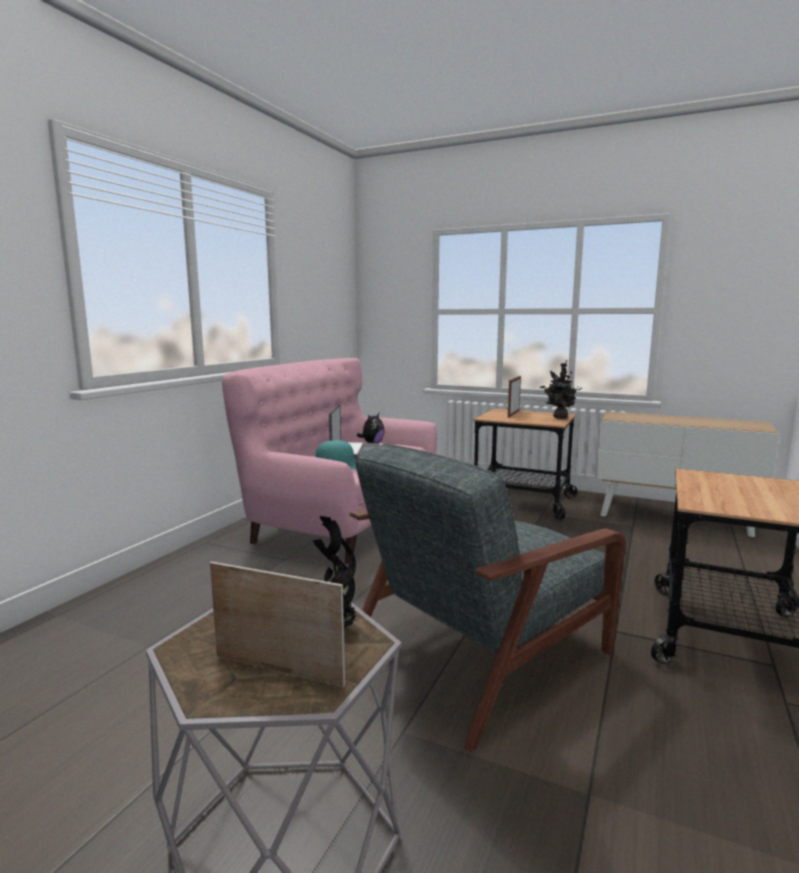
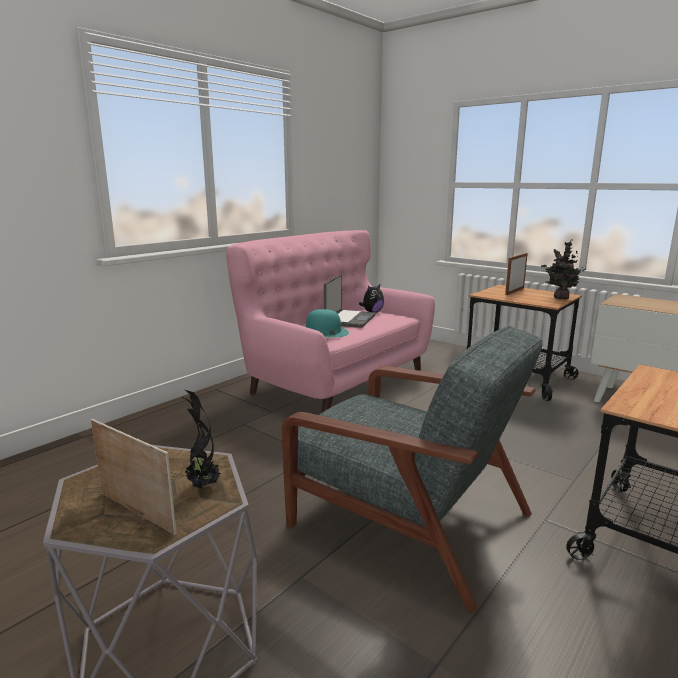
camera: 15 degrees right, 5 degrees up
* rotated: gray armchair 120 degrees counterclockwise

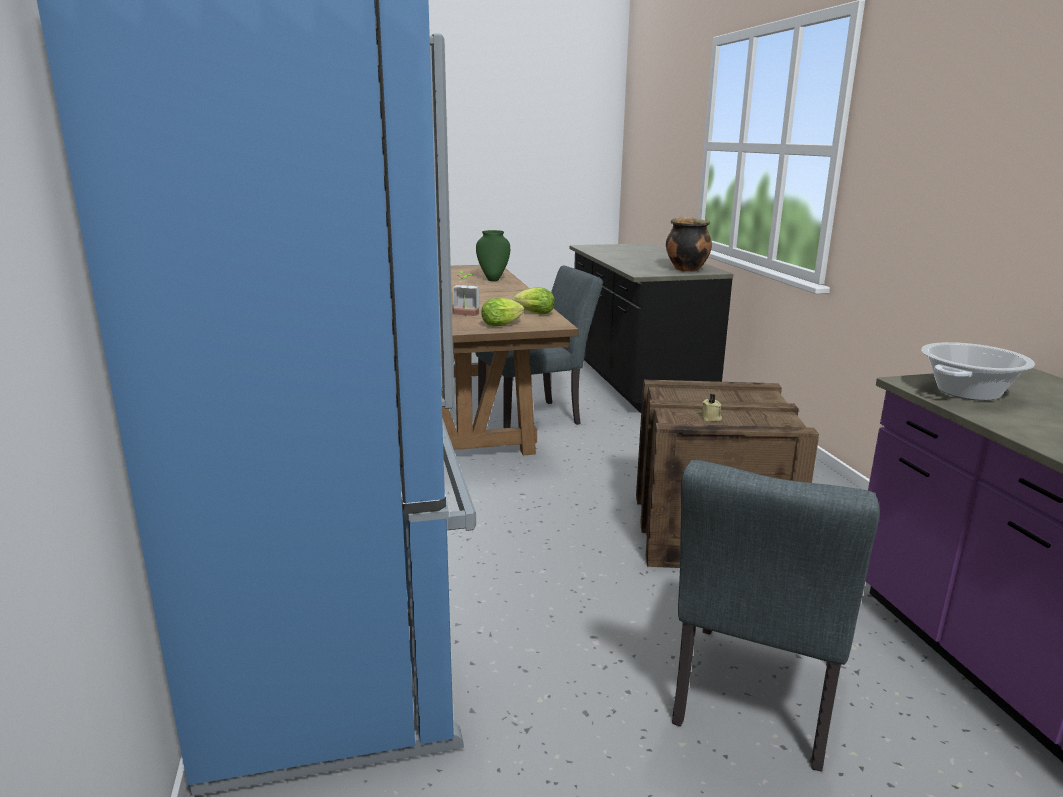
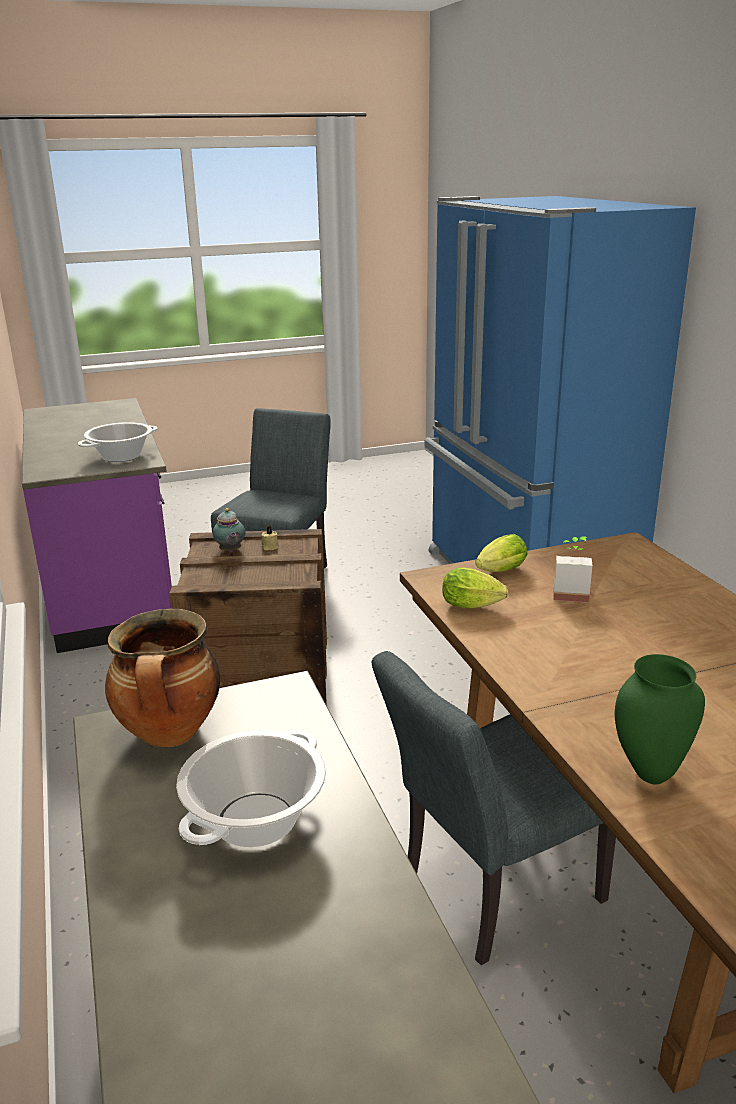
camera: 175 degrees right, 5 degrees up
* new: saucepot (no. 3 from left)
* new: teapot

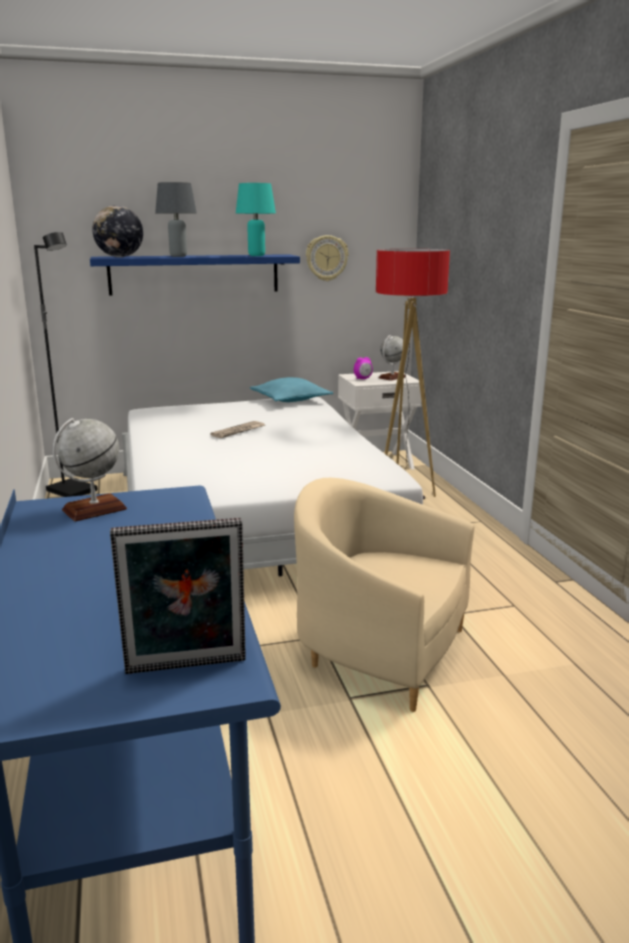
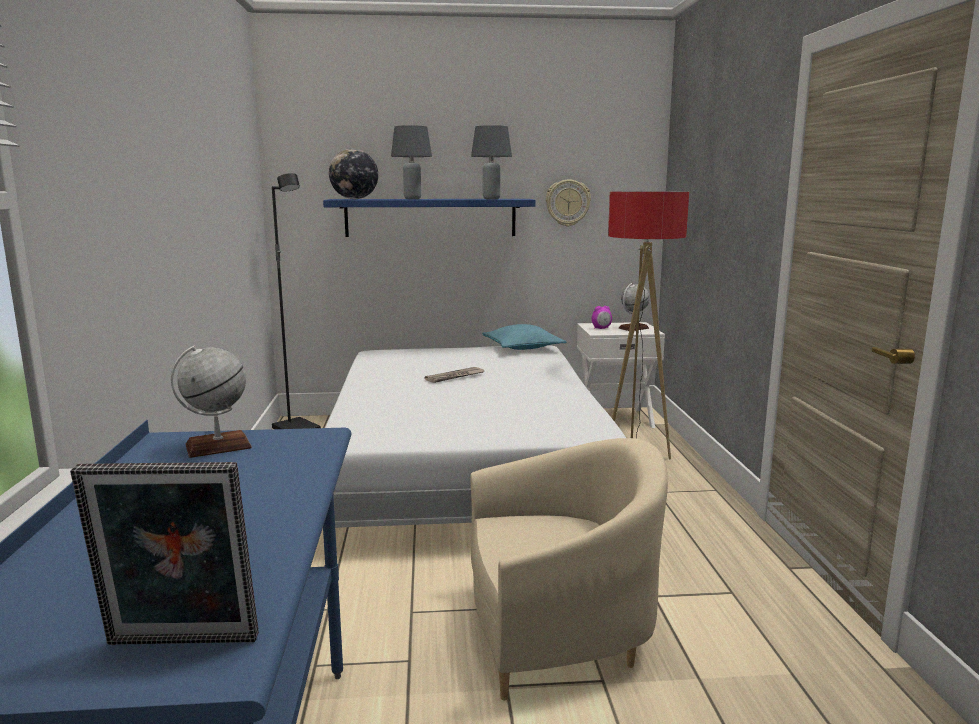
camera: 10 degrees right, 5 degrees down
* repainted: blue-green tabletop lamp to gray tabletop lamp (no. 2 from left)
* rotated: sand-coloured armchair 135 degrees clockwise

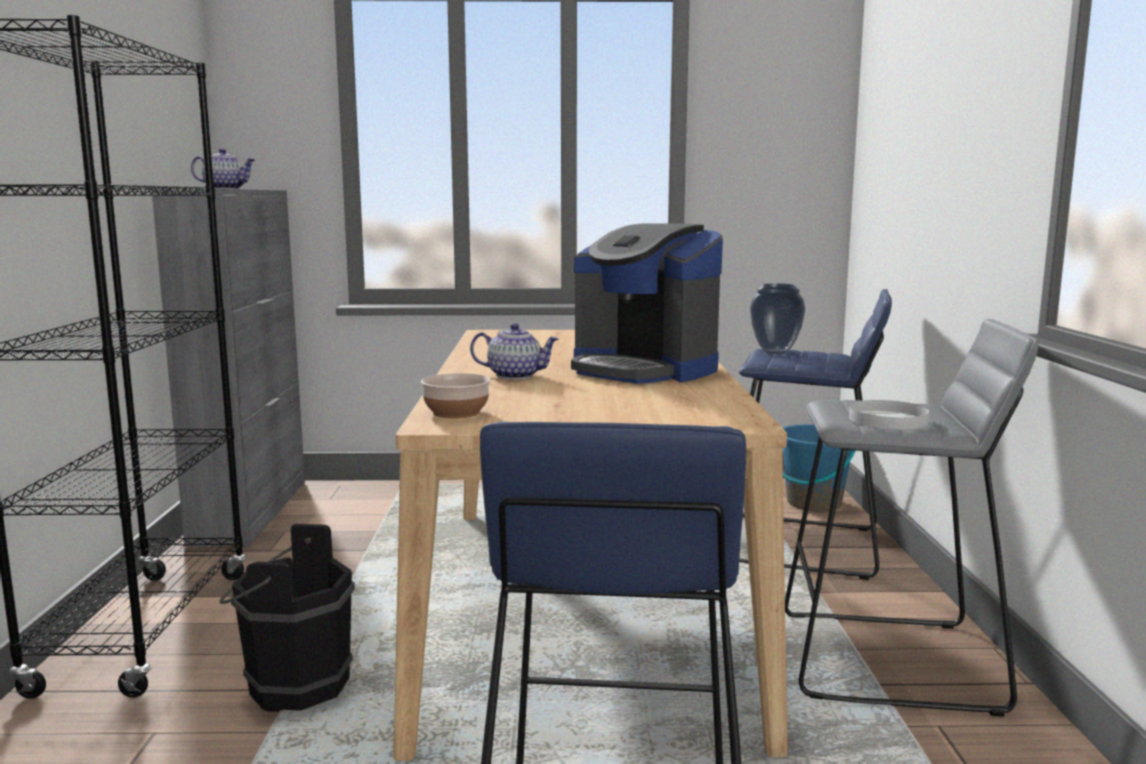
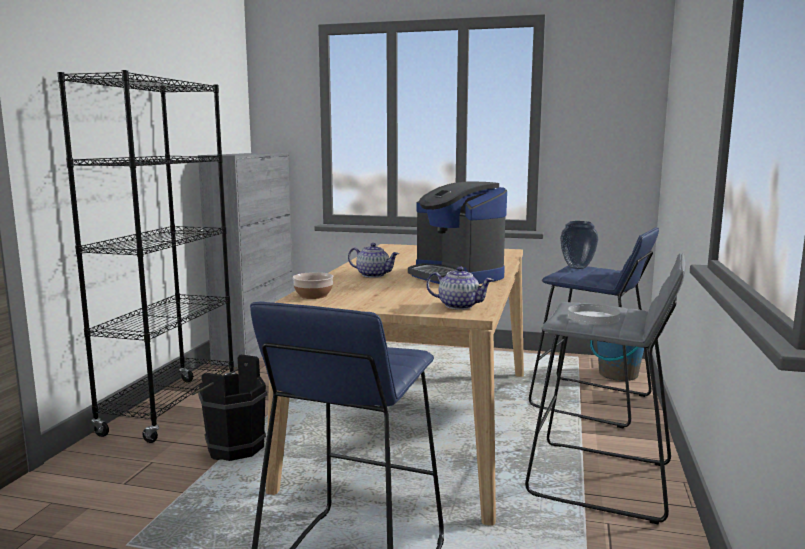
camera: 15 degrees right, 0 degrees up
* shifted: teapot (no. 1 from left in the first image) to teapot (no. 2 from left)

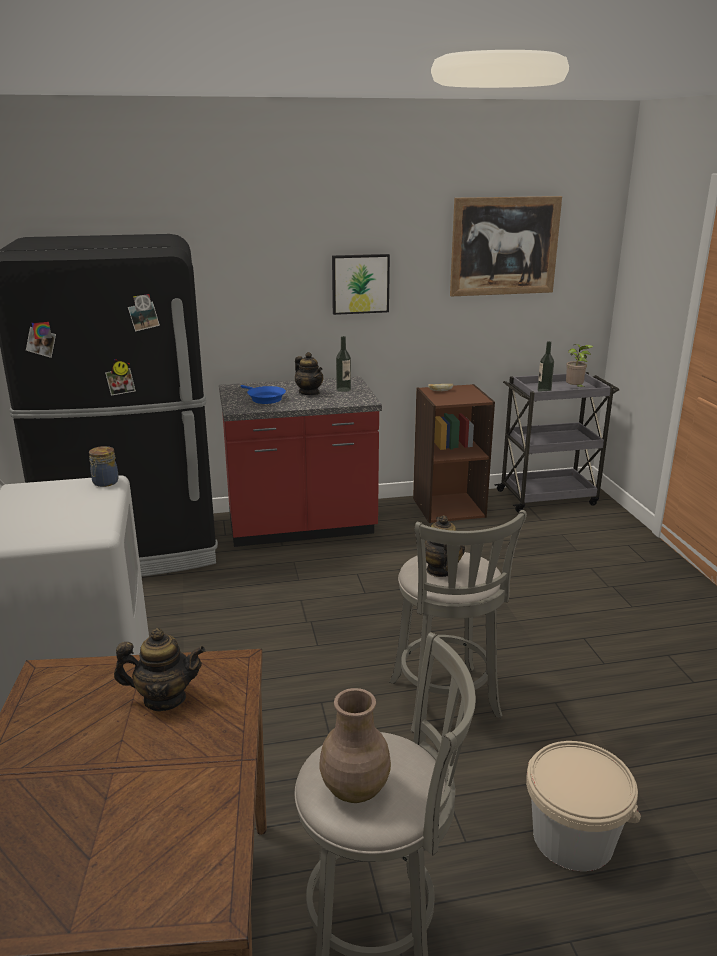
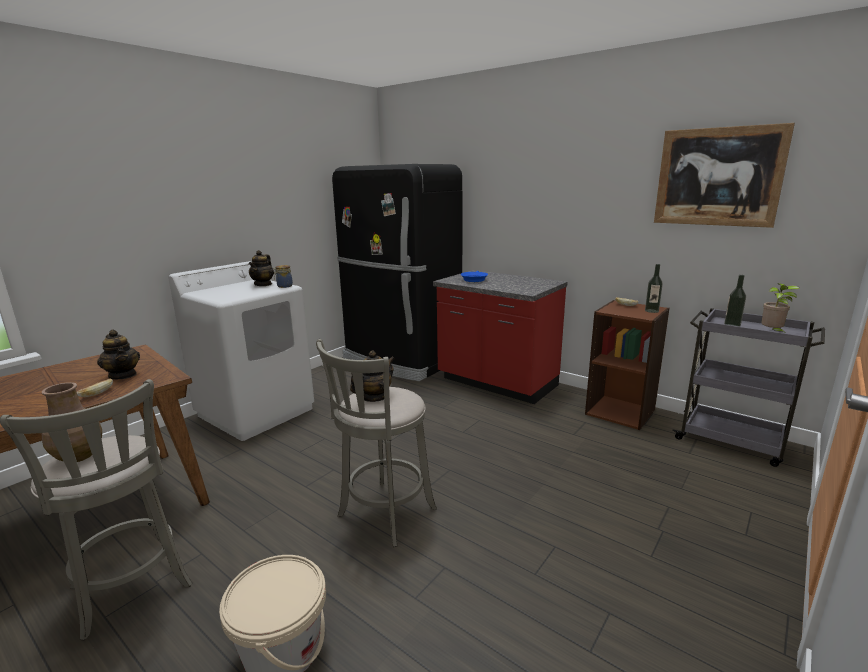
camera: 50 degrees right, 5 degrees down
* shifted: teapot (no. 2 from left)
* gone: picture (no. 1 from left)
* shifted: bottle (no. 1 from left)
* new: baked bread (no. 1 from left)

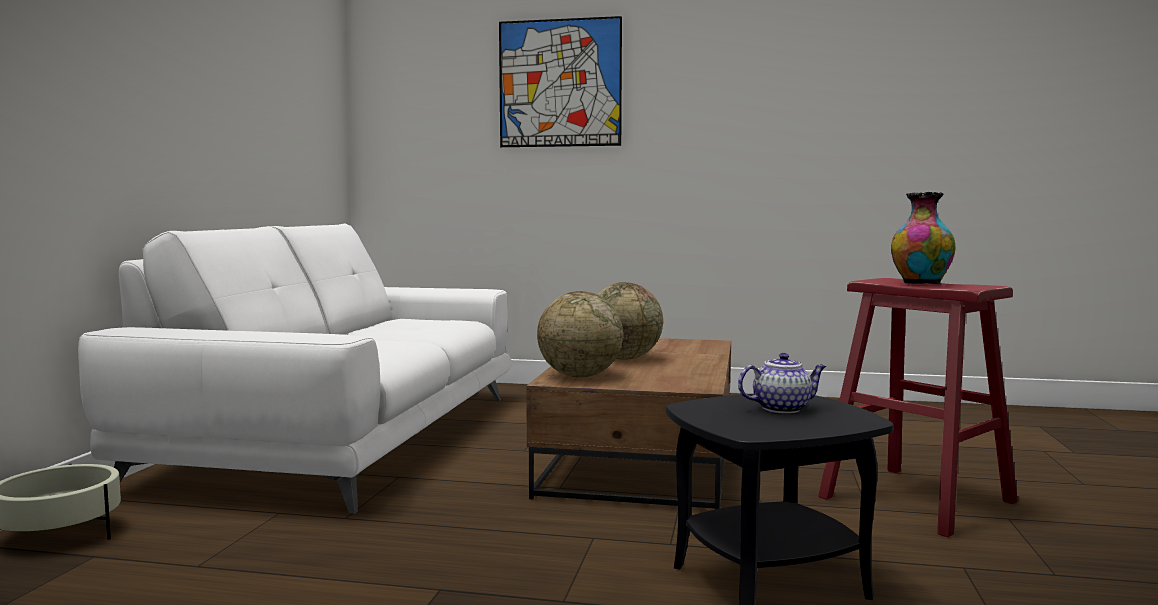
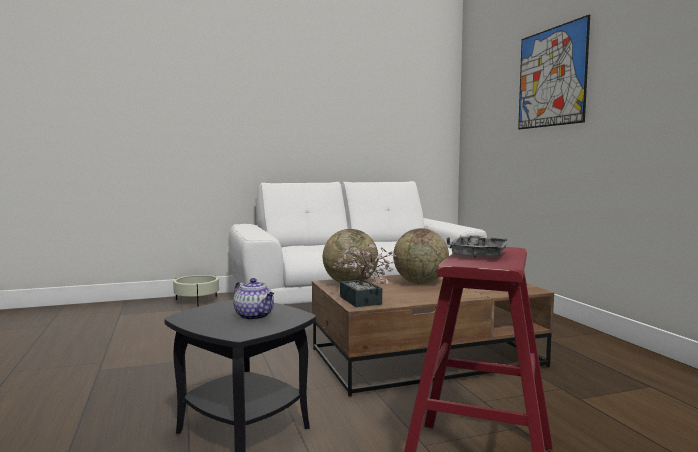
camera: 60 degrees right, 0 degrees up
* swapped: decorative vase to gray tray
* new: houseplant

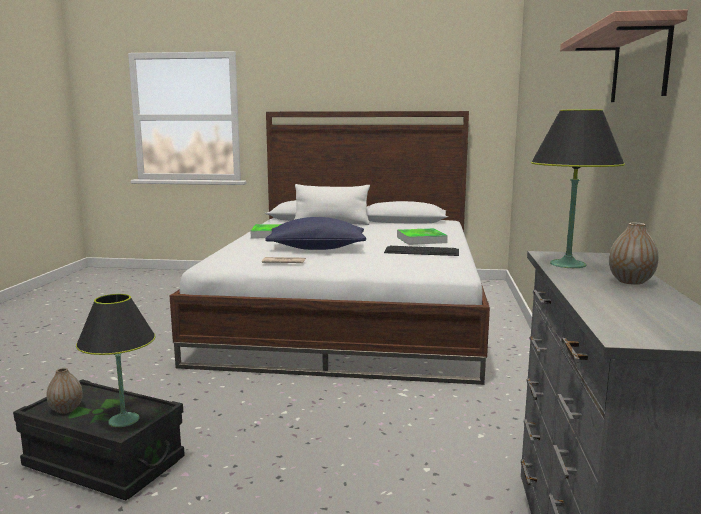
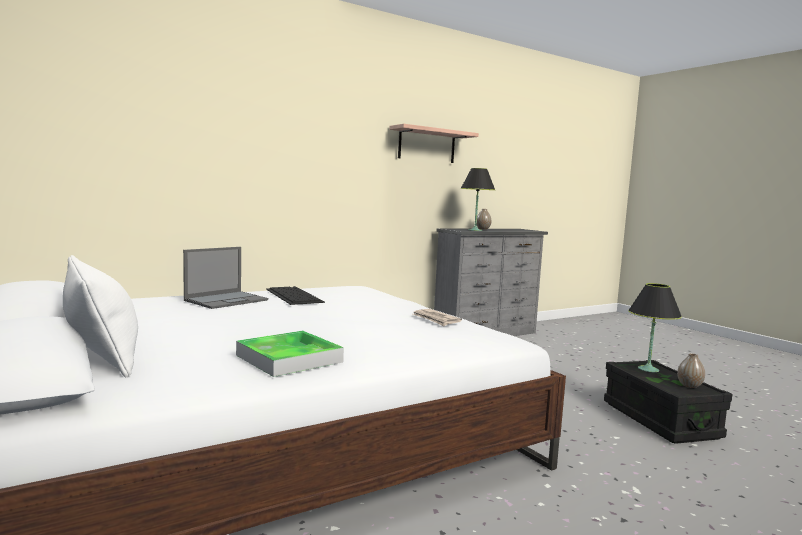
camera: 130 degrees left, 5 degrees down
* gone: blue throw pillow
* swapped: tray (no. 2 from left) to notebook computer

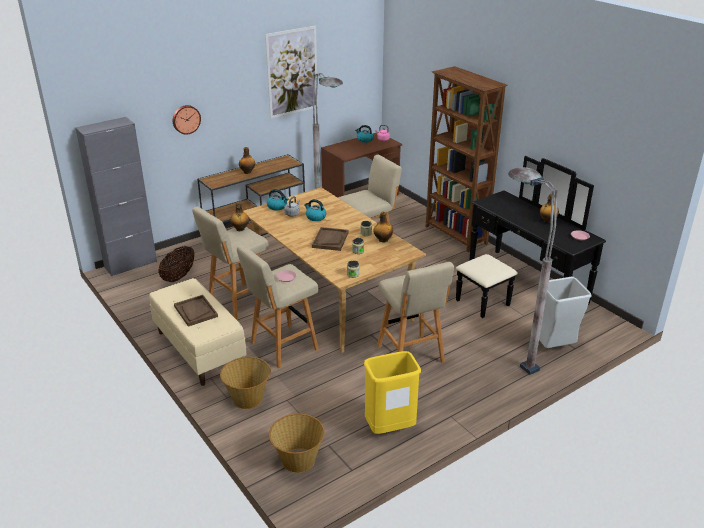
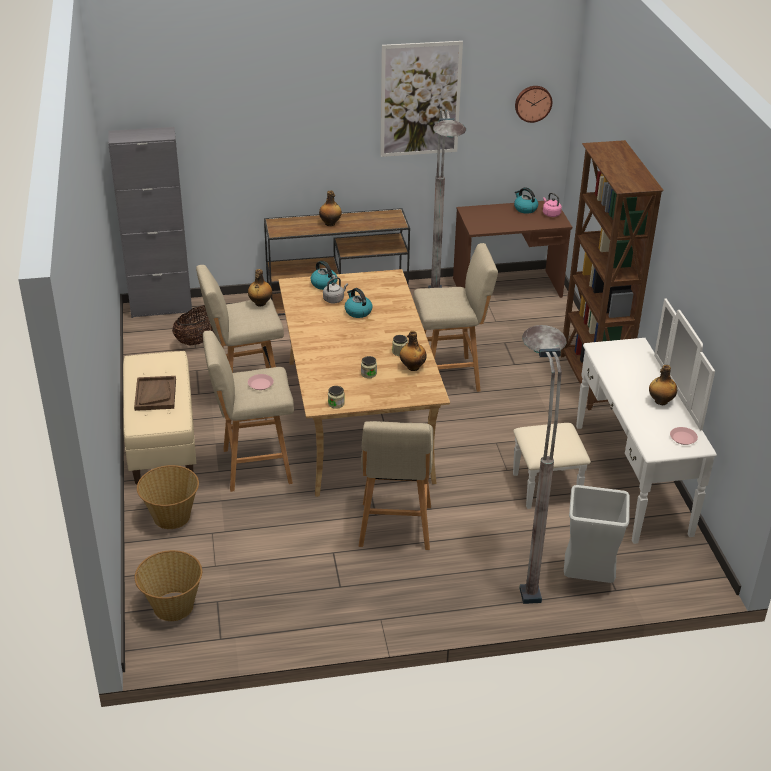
camera: 25 degrees right, 5 degrees up
* shifted: clock on the wall
* gone: brownish tray (no. 2 from left)
* gone: yellow trash can
* repainted: black-coloured dresser to white dresser

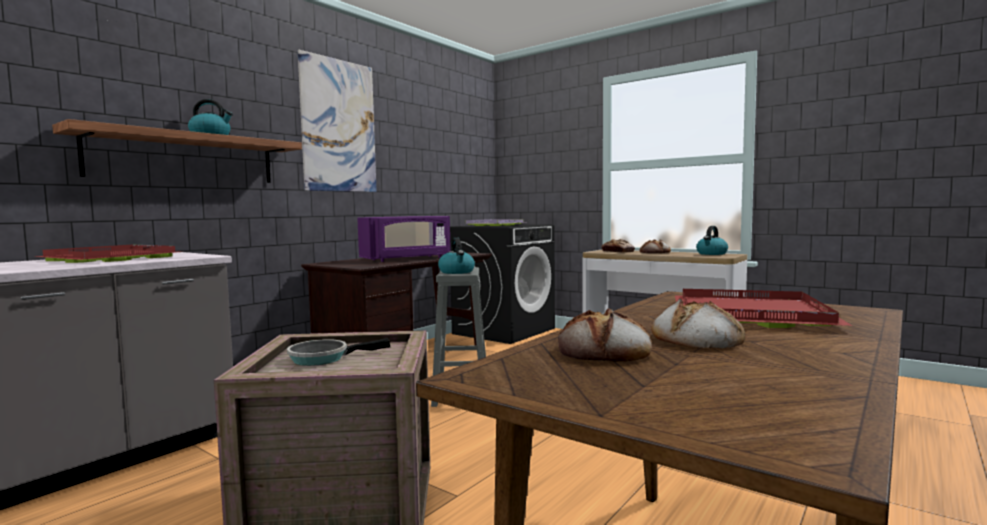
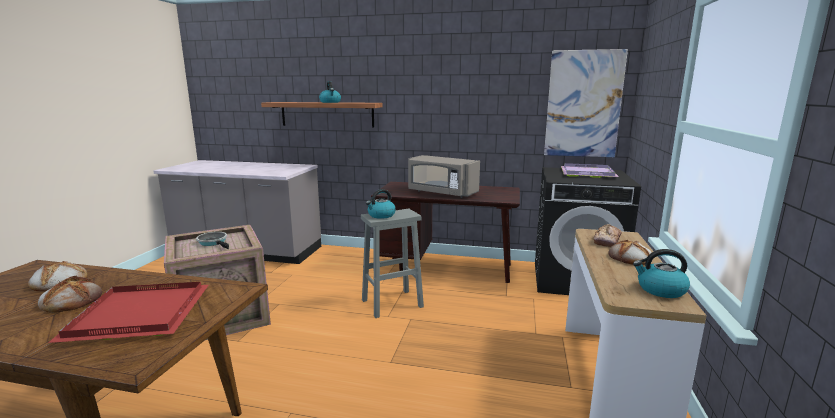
camera: 65 degrees right, 10 degrees up
* gone: red tray (no. 1 from left)
* shifted: picture
* repainted: purplish microwave oven to gray microwave oven

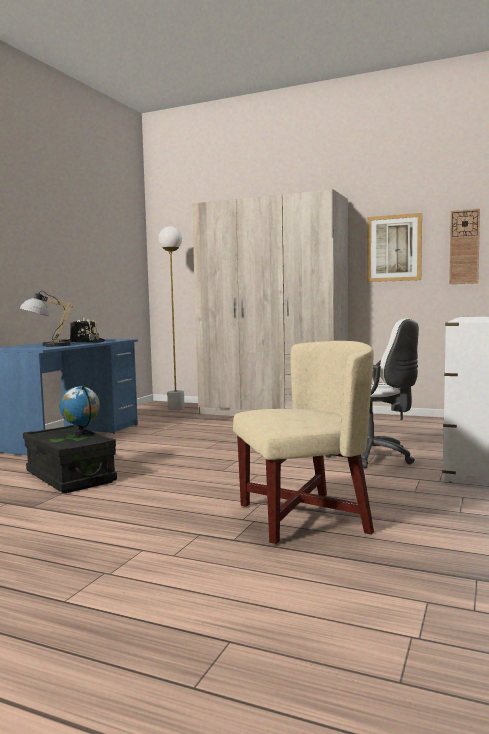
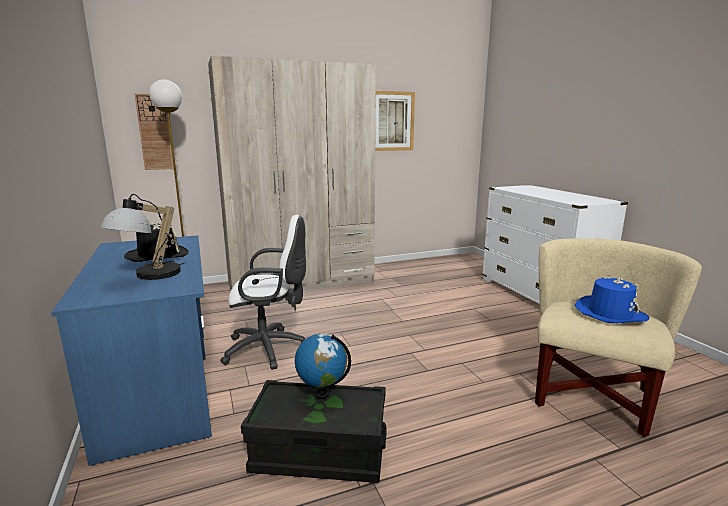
camera: 45 degrees left, 10 degrees up
* shifted: white office chair
* shifted: clock on the wall
* new: blue wearable hat

